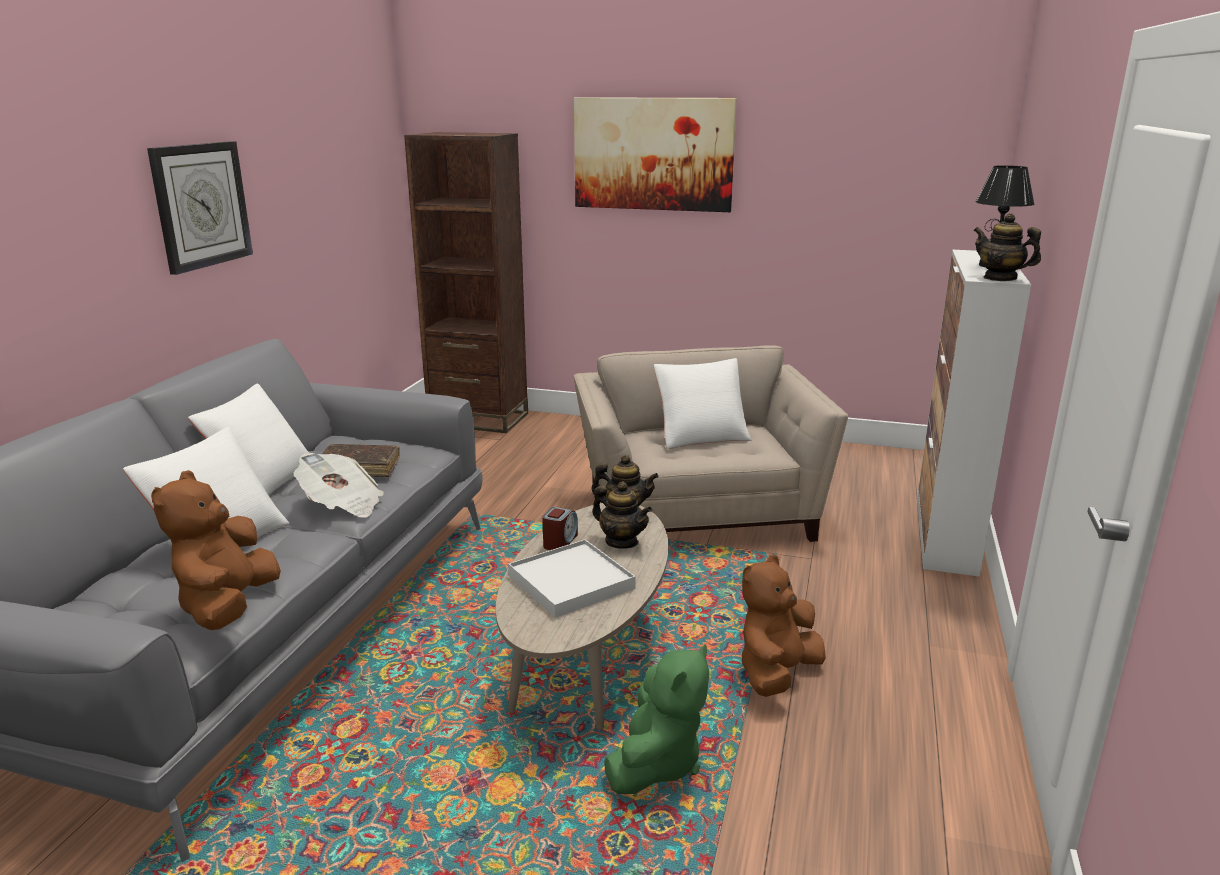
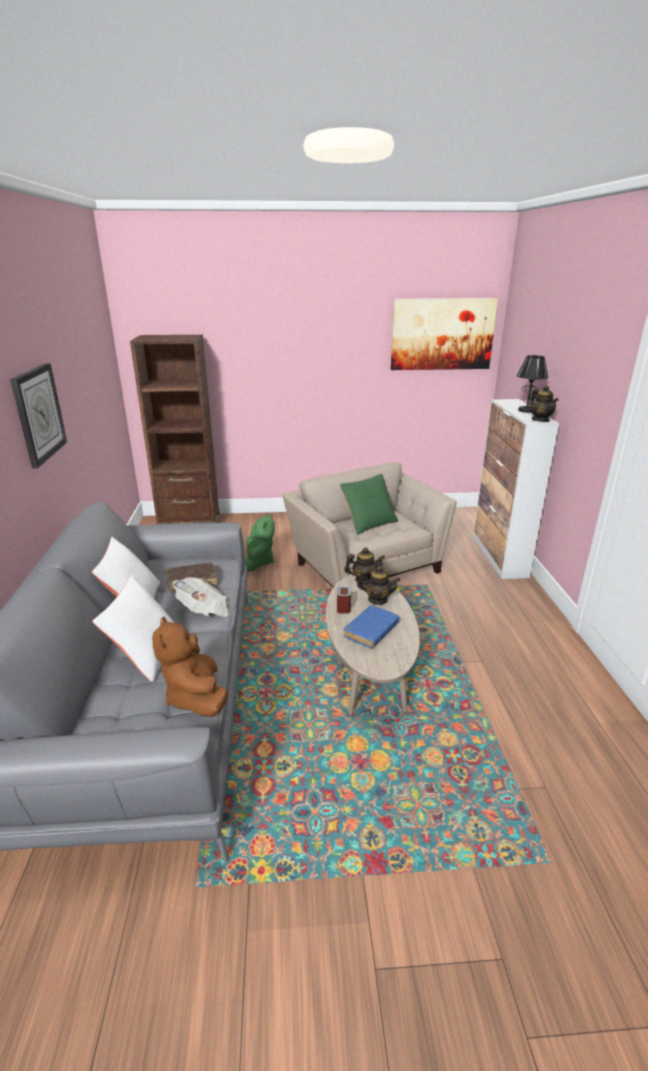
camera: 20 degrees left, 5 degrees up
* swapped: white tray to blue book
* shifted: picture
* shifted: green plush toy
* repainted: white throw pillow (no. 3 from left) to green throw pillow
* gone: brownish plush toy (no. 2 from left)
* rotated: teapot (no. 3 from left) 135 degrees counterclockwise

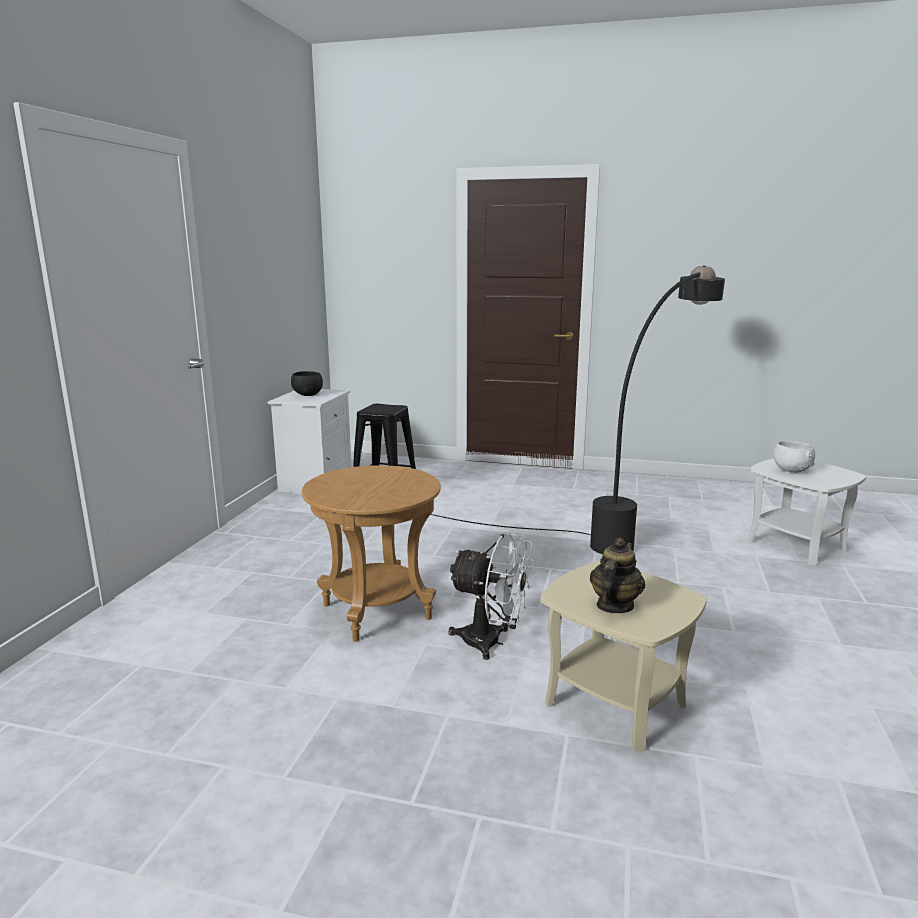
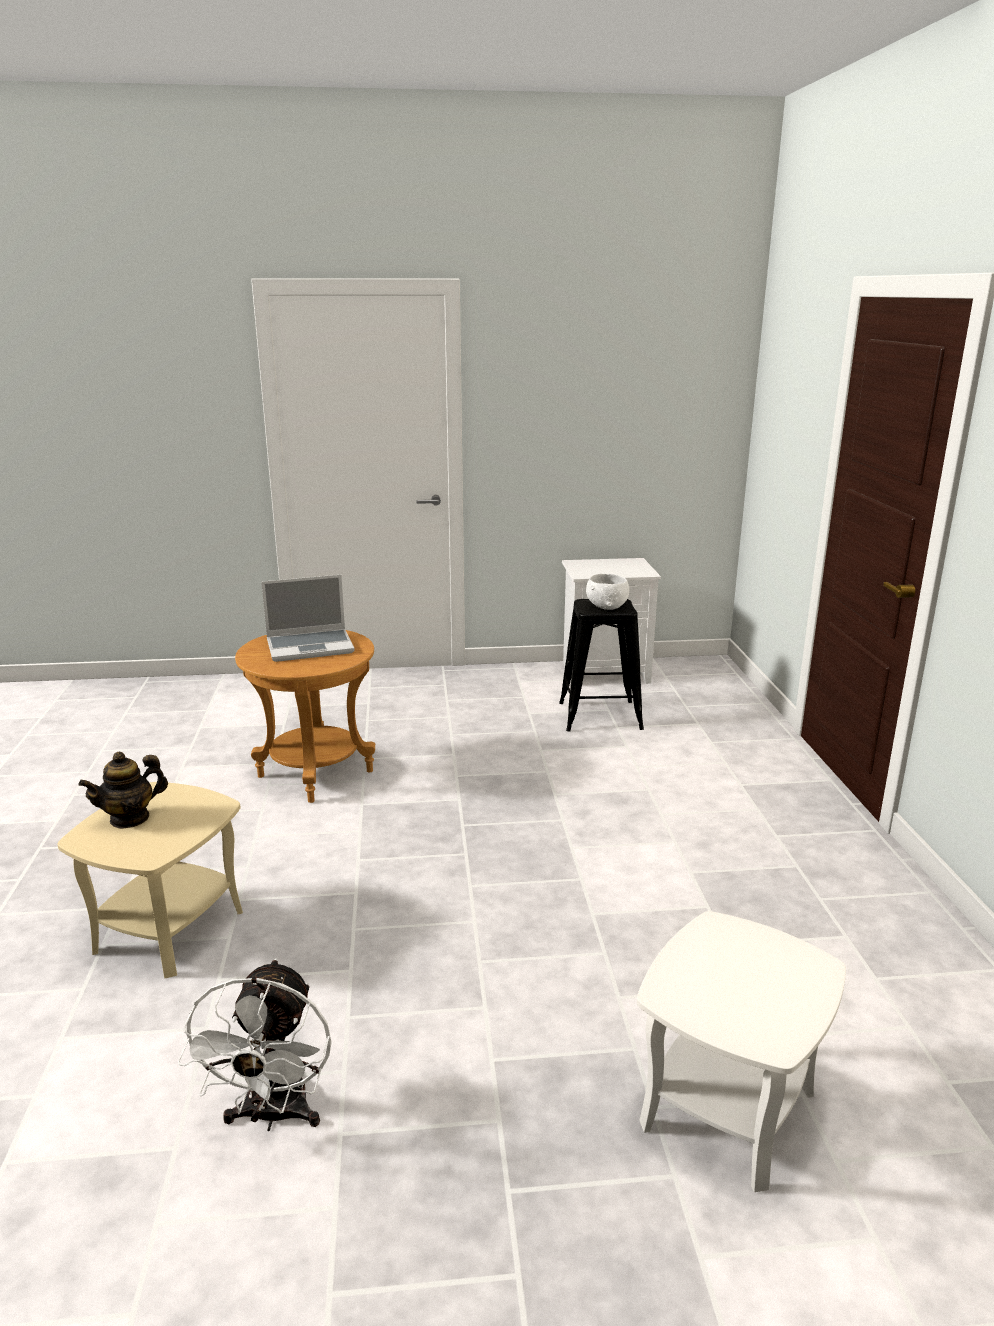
camera: 70 degrees right, 5 degrees up
* gone: black-coloured bowl
* gone: black-coloured standing lamp
* shifted: white cooling fan
* rotated: teapot 135 degrees clockwise
* shifted: white bowl
* new: notebook computer

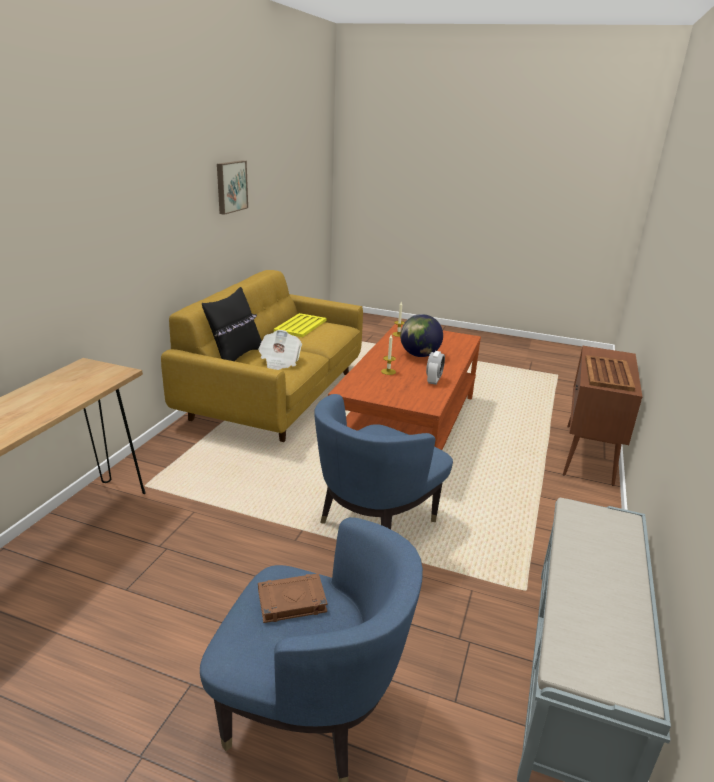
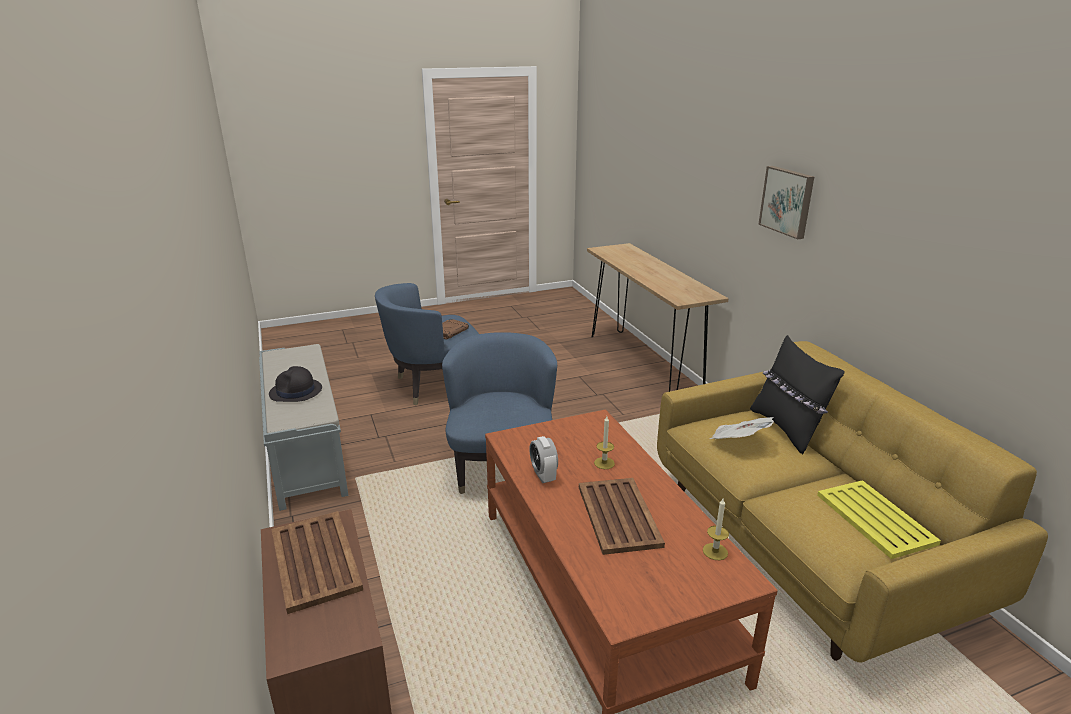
camera: 140 degrees right, 0 degrees up
* shifted: picture
* swapped: world globe to brownish tray (no. 2 from left)
* new: black-coloured wearable hat

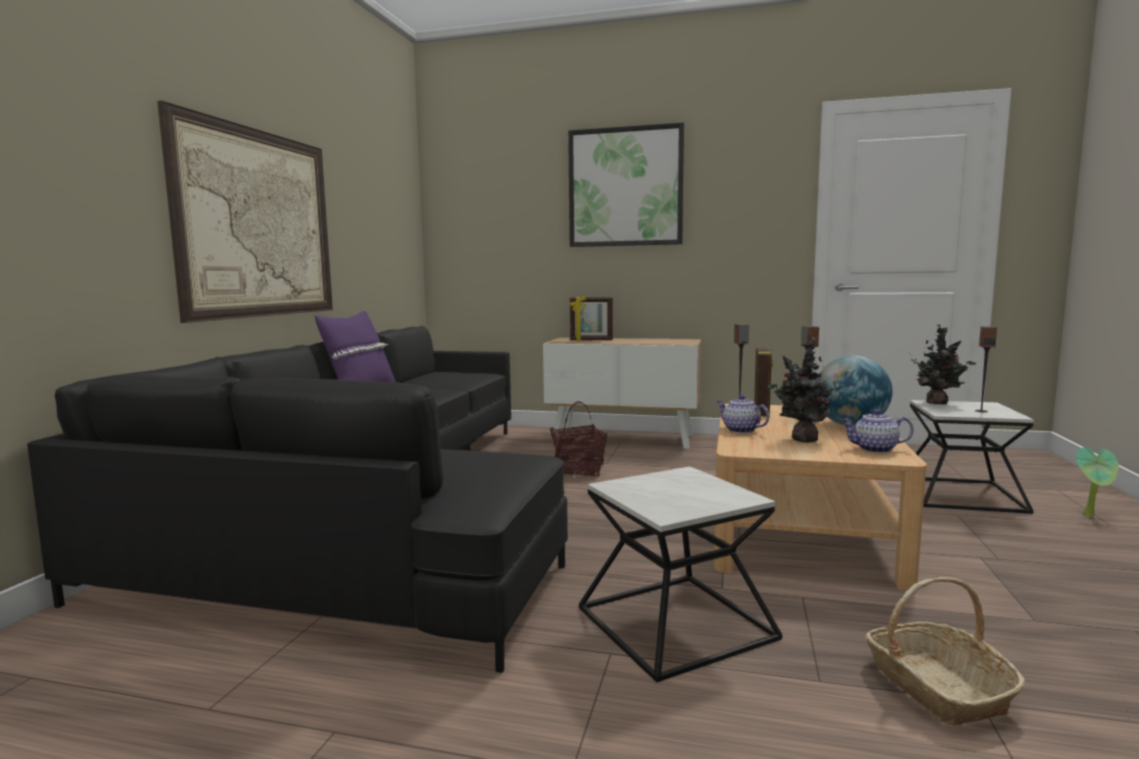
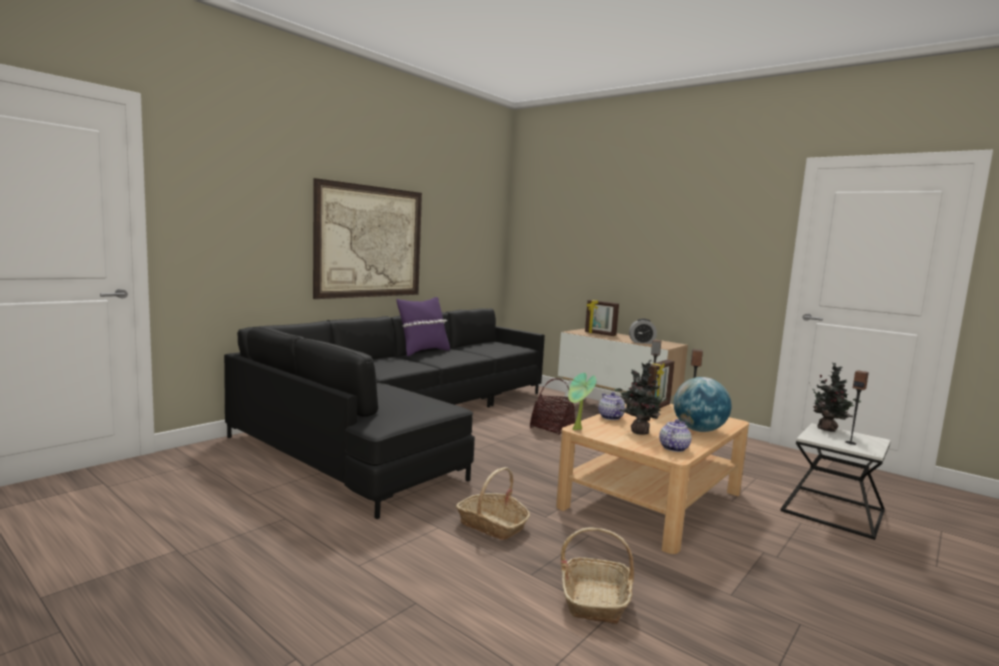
camera: 25 degrees right, 0 degrees up
* gone: picture (no. 2 from left)
* swapped: side table (no. 1 from left) to basket (no. 1 from left)
* rotated: teapot (no. 2 from left) 90 degrees clockwise
* shifted: houseplant (no. 3 from left in the first image) to houseplant (no. 1 from left)
* new: alarm clock

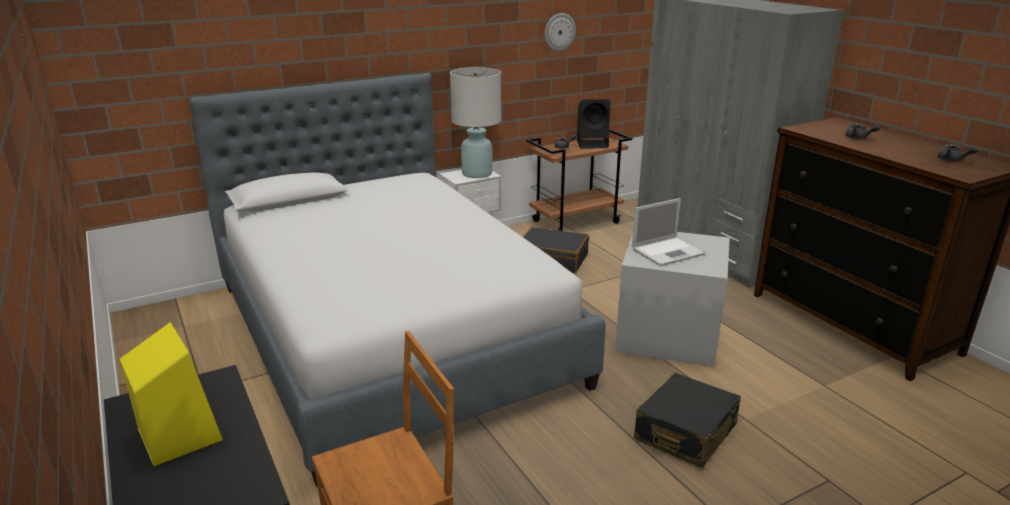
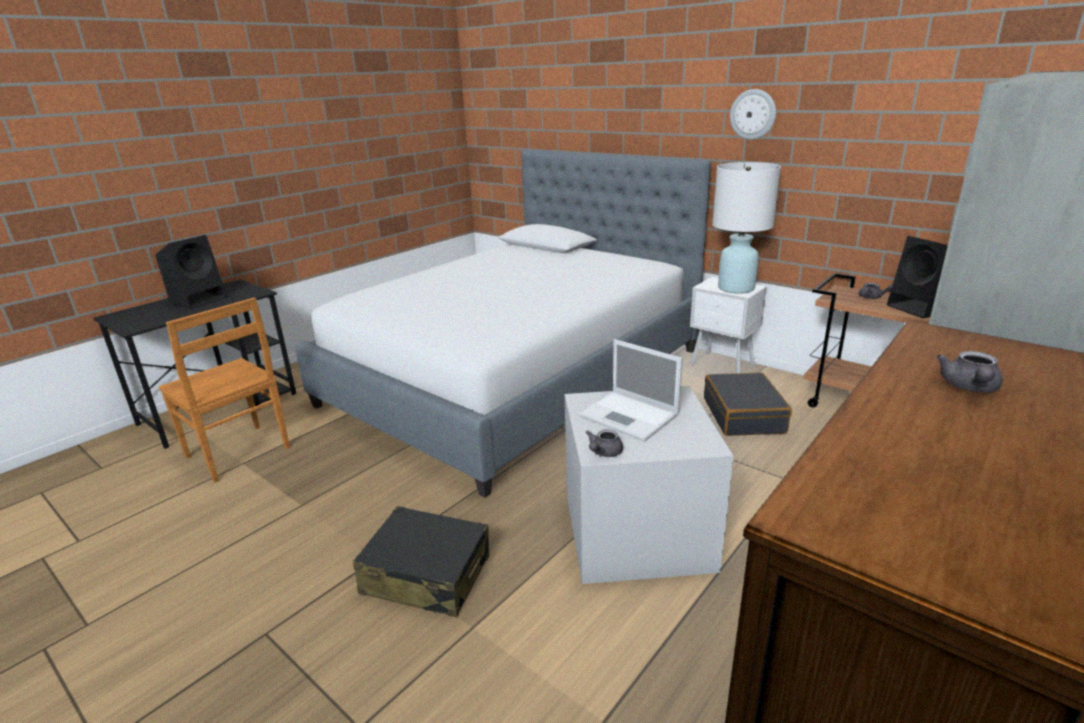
camera: 70 degrees right, 0 degrees up
* repainted: yellow loudspeaker to black-coloured loudspeaker (no. 1 from left)
* shifted: clock on the wall
* shifted: gray teapot (no. 3 from left in the first image) to gray teapot (no. 1 from left)

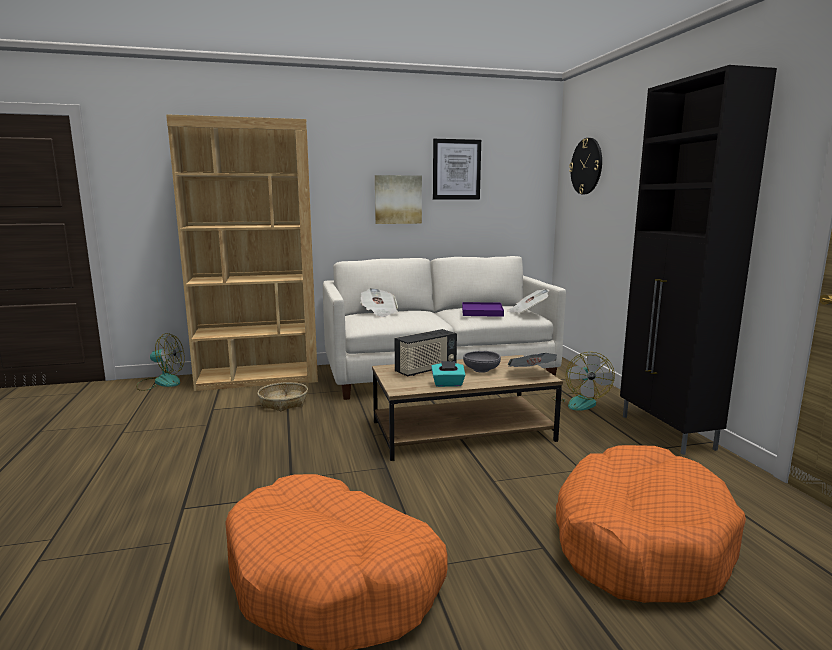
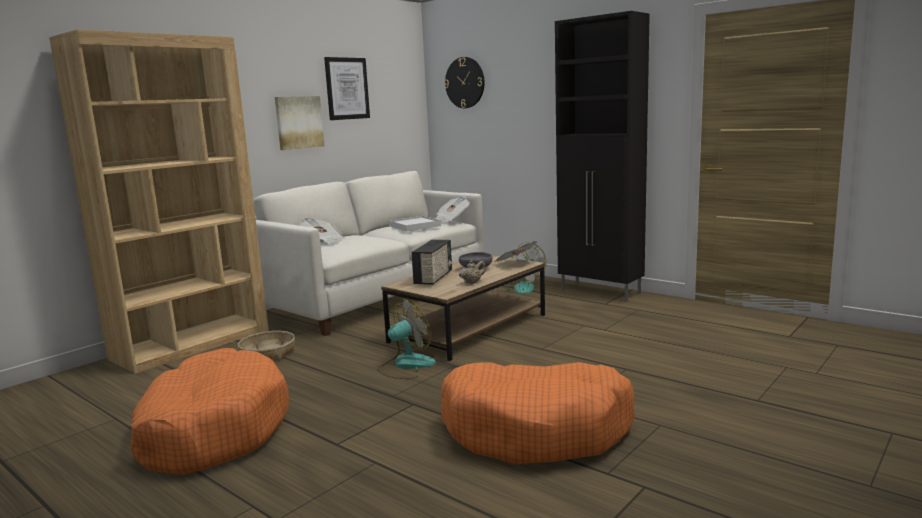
camera: 35 degrees left, 0 degrees up
* shifted: cooling fan (no. 1 from left)
* swapped: blue-green box of tissues to sand-coloured teapot
* repainted: purplish tray to white tray
* shifted: orange-coloured pet bed (no. 2 from left in the first image) to orange-coloured pet bed (no. 1 from left)

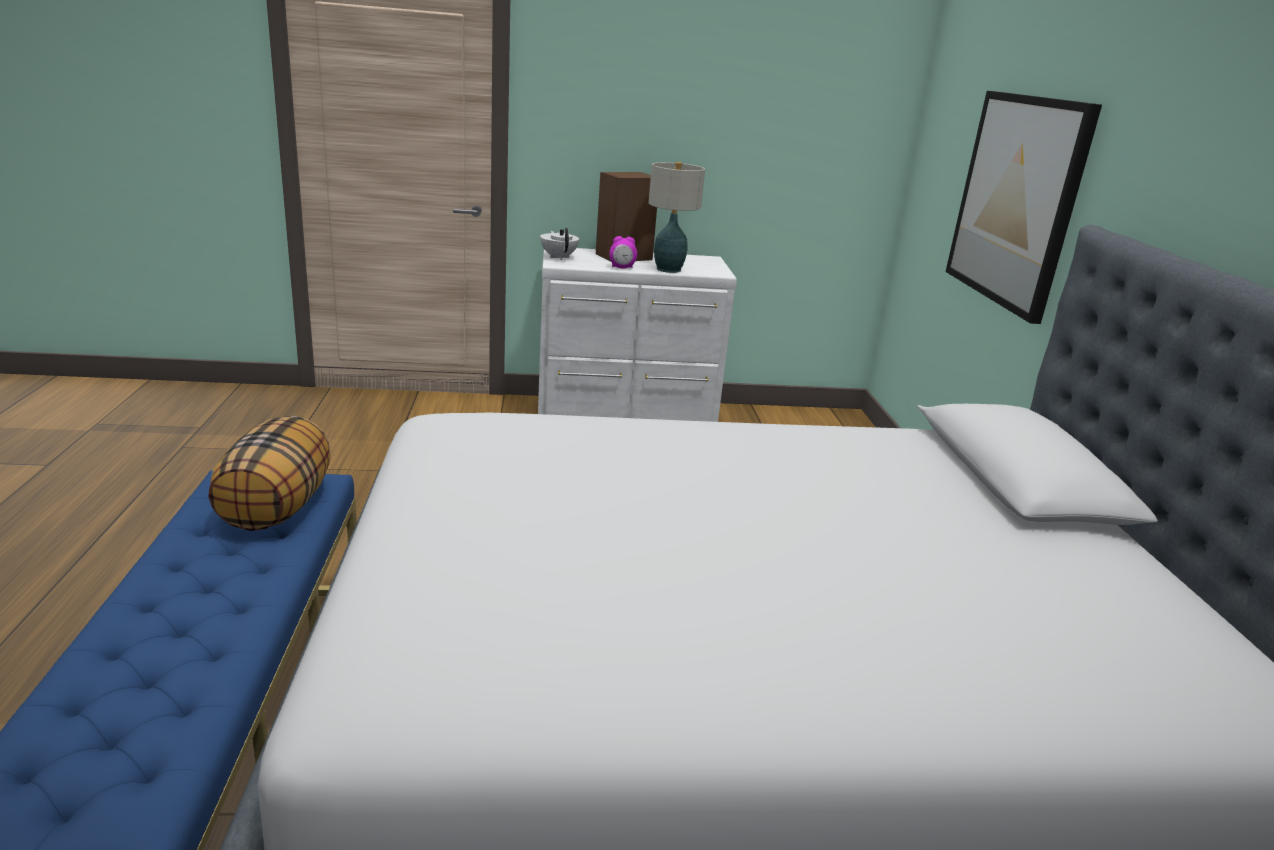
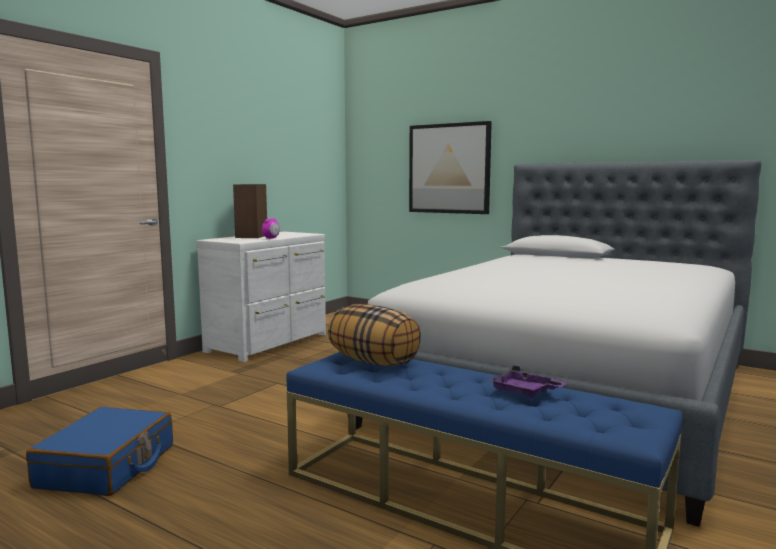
camera: 50 degrees left, 15 degrees down
* gone: white teapot
* gone: tabletop lamp
* new: blue suitcase
* new: purplish tray

